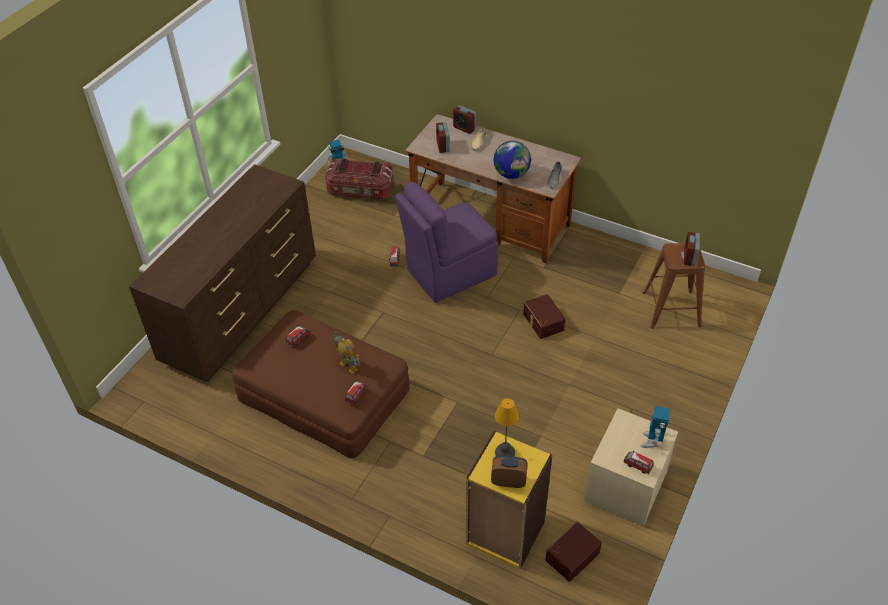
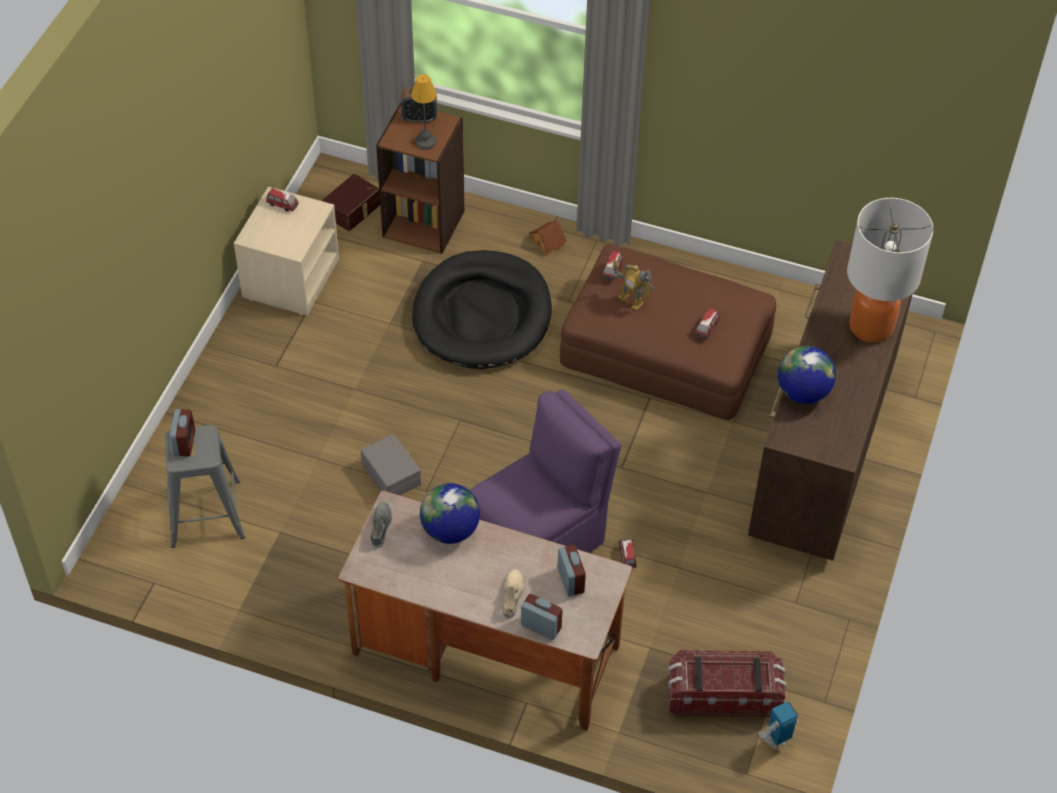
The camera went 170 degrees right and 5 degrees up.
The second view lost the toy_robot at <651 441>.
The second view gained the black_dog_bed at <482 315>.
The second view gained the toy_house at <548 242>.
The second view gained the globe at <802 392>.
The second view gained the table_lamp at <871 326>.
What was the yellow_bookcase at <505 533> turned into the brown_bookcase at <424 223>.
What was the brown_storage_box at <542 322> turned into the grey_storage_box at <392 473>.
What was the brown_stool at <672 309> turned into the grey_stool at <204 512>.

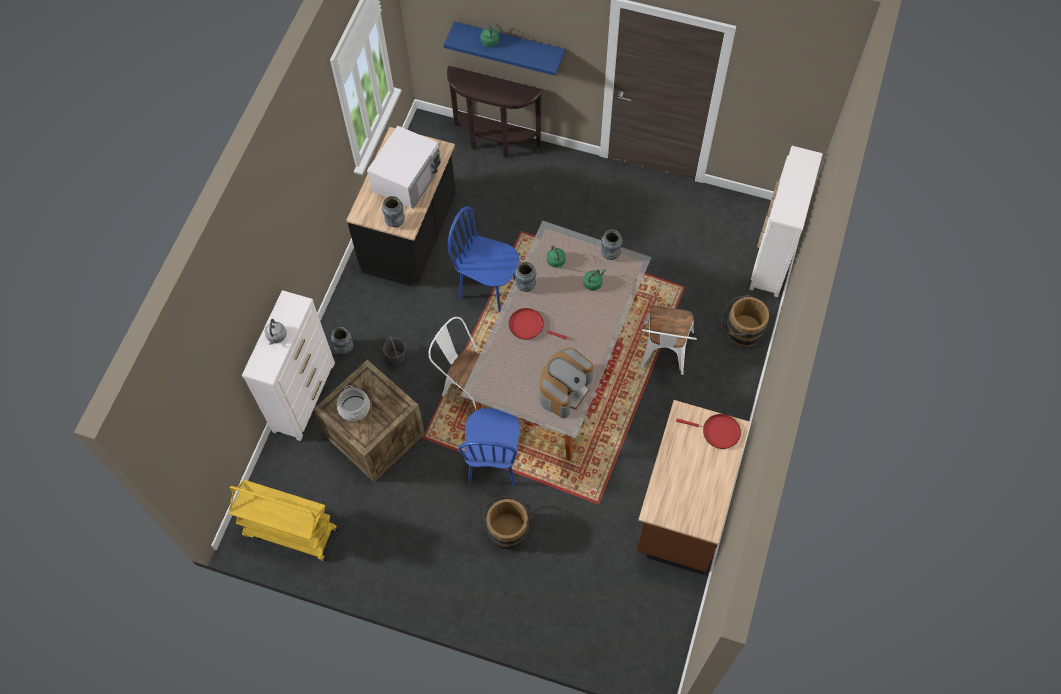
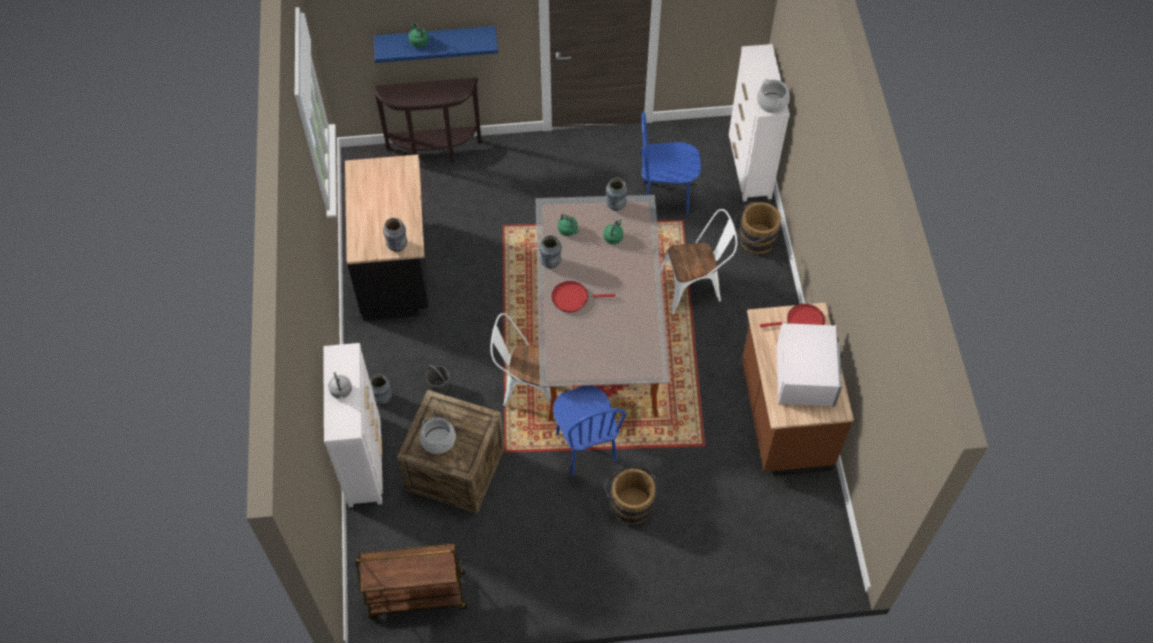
The camera went 25 degrees left and 5 degrees down.
The second view lost the coffee_machine at <564 389>.
The second view gained the cooking_pot at <772 103>.
The white_microwave ended up elsewhere, having gone from <407 176> to <805 374>.
The blue_chair ended up elsewhere, having gone from <488 288> to <665 197>.
What was the yellow_cart at <290 532> turned into the brown_cart at <416 596>.
The white_chair at <664 354> ended up facing another way, 90 degrees counterclockwise from before.

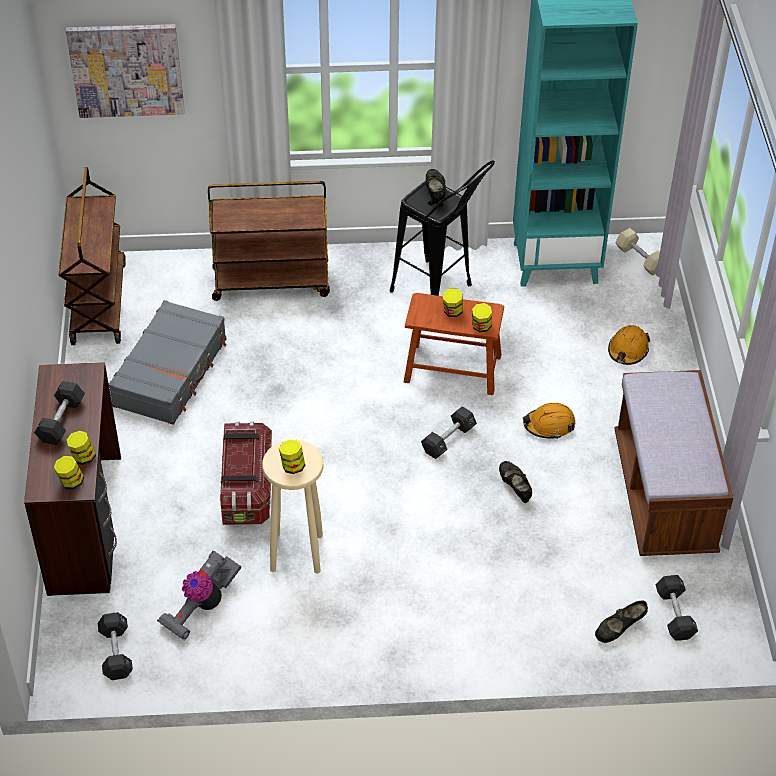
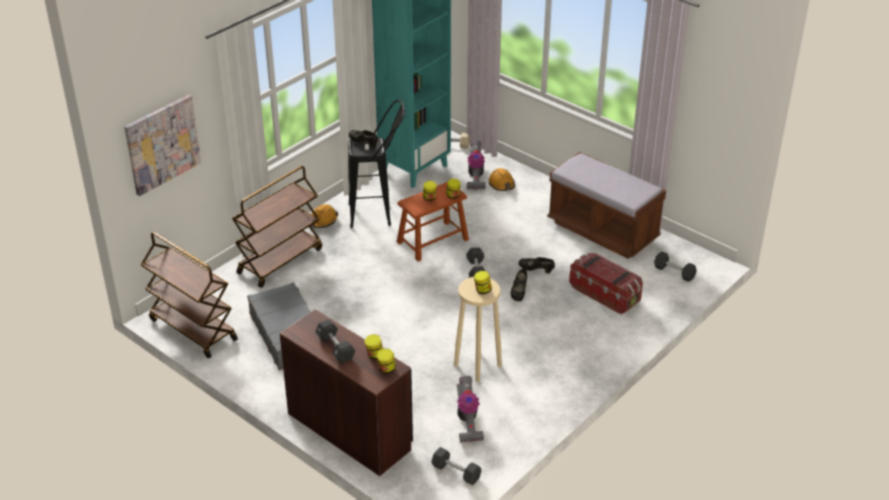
The camera went 45 degrees left and 10 degrees down.
The second view gained the vacuum_cleaner at <475 177>.
The storage_box ended up elsewhere, having gone from <247 488> to <605 294>.
The orange_hard_hat ended up elsewhere, having gone from <549 425> to <322 221>.
The black_shoe ended up elsewhere, having gone from <619 629> to <519 293>.

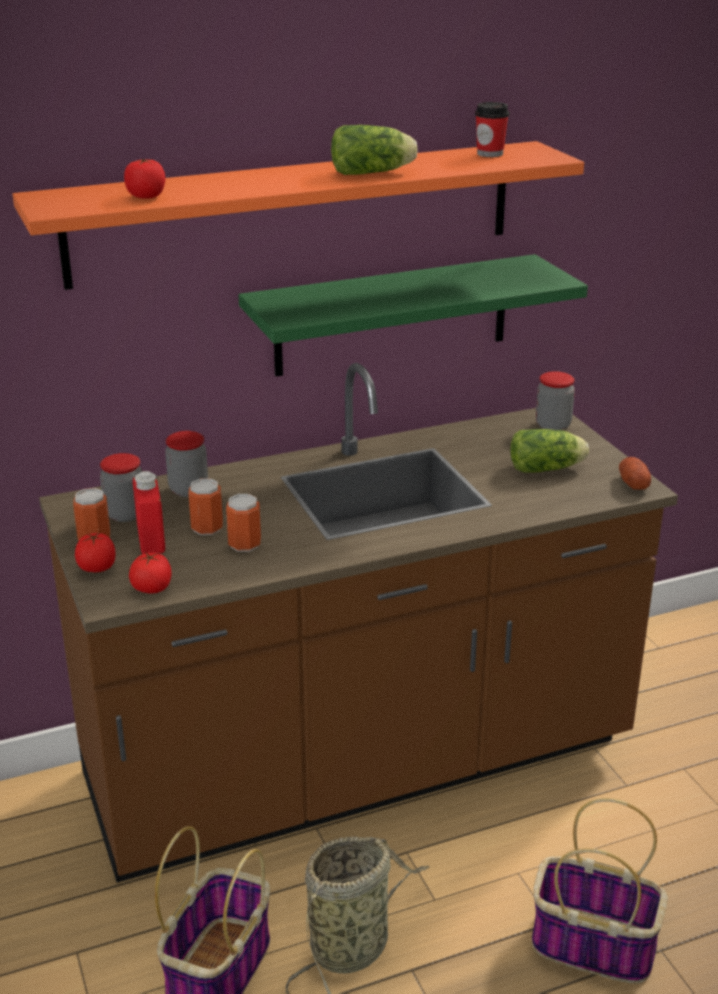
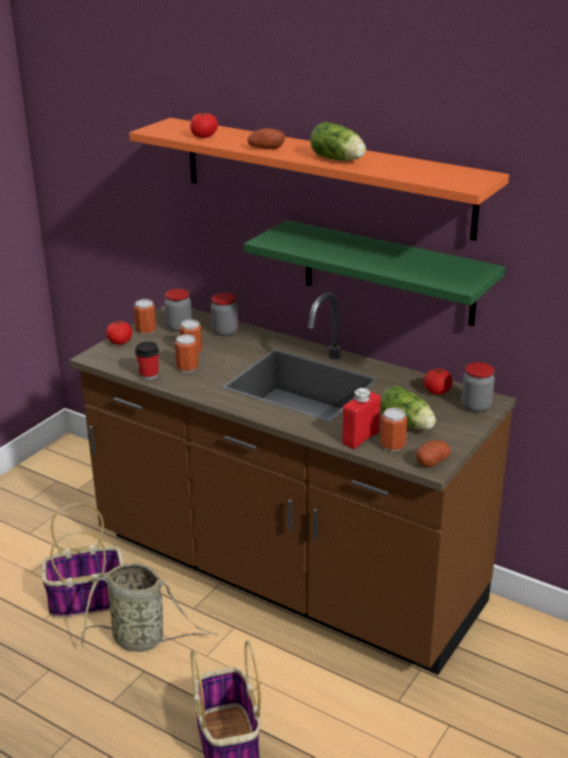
The camera went 55 degrees right and 0 degrees up.
The second view gained the potato at <266 148>.
The second view gained the can at <392 445>.
The tomato ended up elsewhere, having gone from <152 588> to <437 391>.
The red_bottle ended up elsewhere, having gone from <151 540> to <360 438>.
The cup ended up elsewhere, having gone from <490 153> to <149 375>.

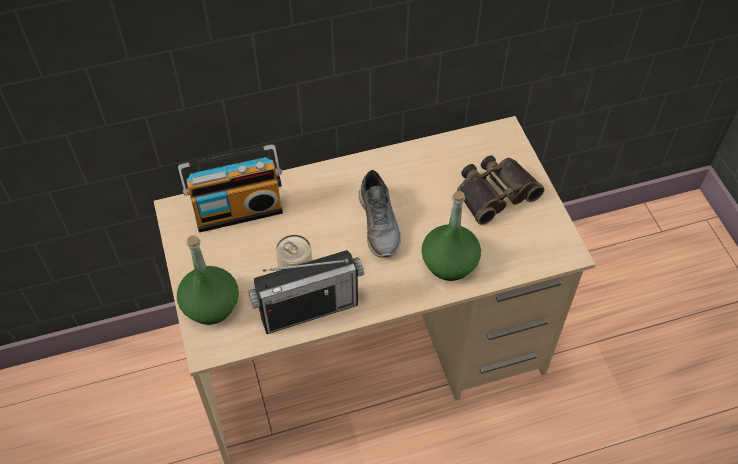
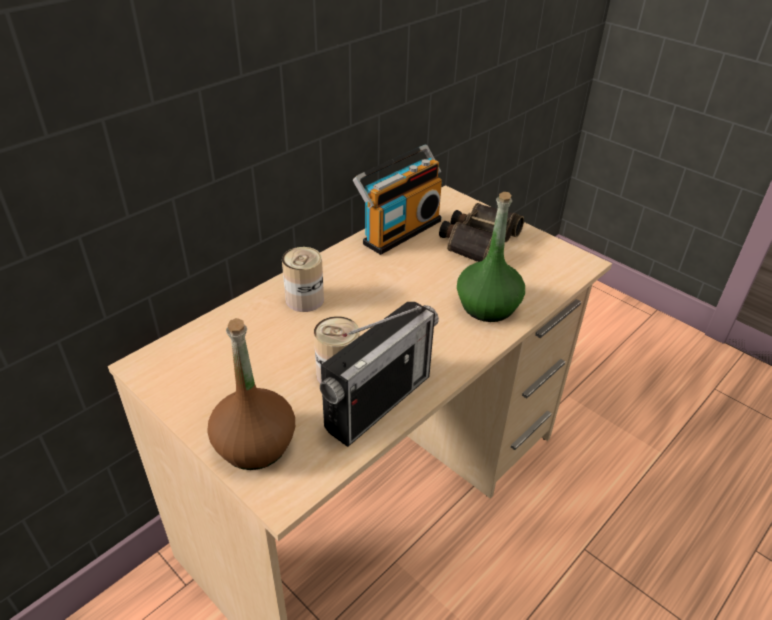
The camera went 30 degrees left and 15 degrees down.
The second view lost the grey_shoe at <380 223>.
The second view gained the can at <304 299>.
The radio ended up elsewhere, having gone from <238 210> to <399 230>.
What was the green_bottle at <211 305> turned into the brown_bottle at <255 445>.

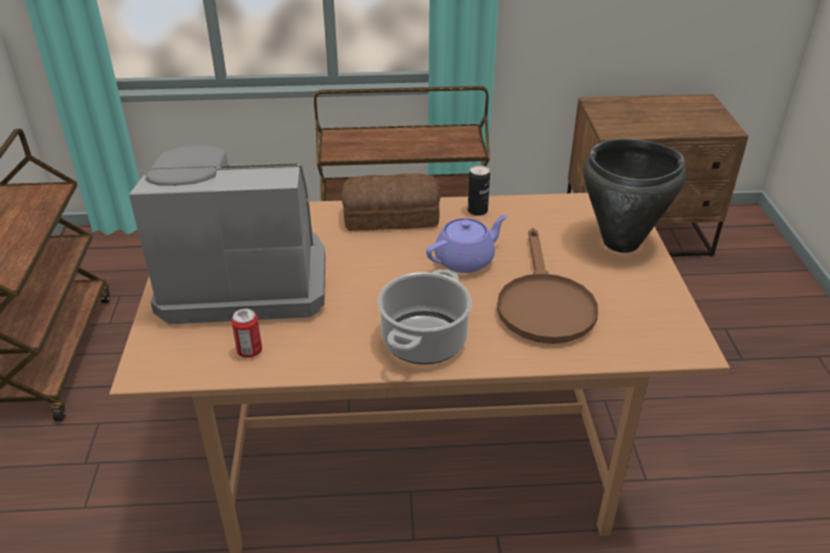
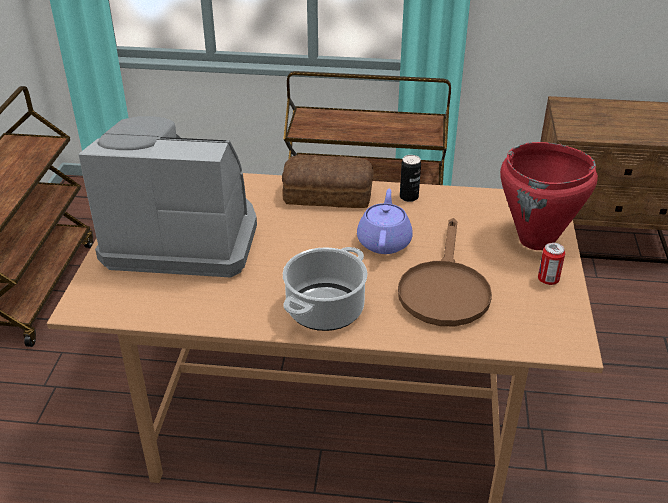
The camera went 10 degrees right and 0 degrees up.
The can ended up elsewhere, having gone from <249 351> to <548 280>.
What was the black_cooking_pot at <621 243> turned into the red_cooking_pot at <536 240>.
The purple_teapot at <465 260> ended up facing another way, 60 degrees counterclockwise from before.

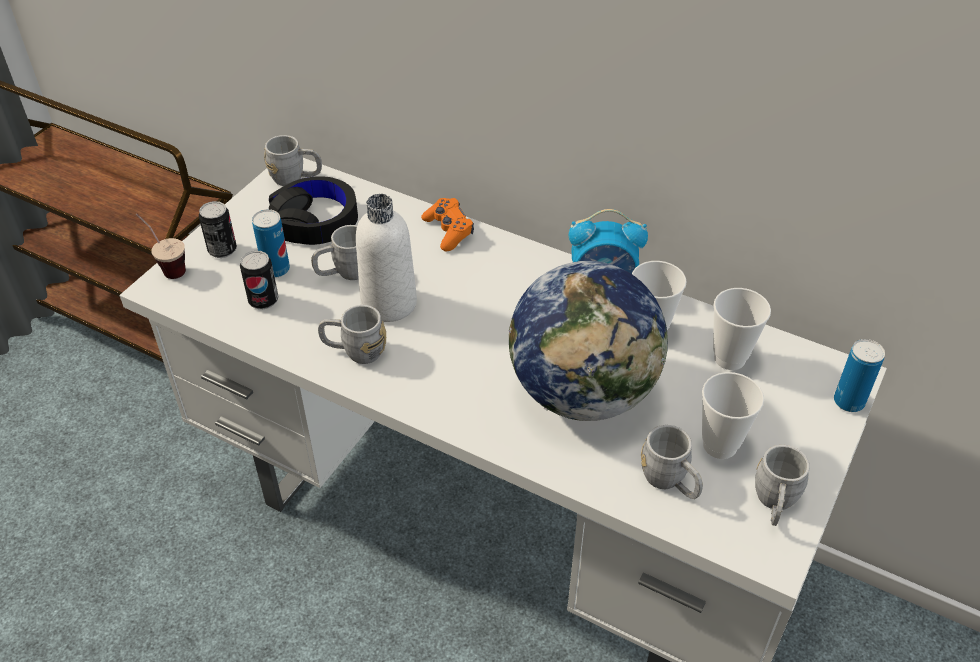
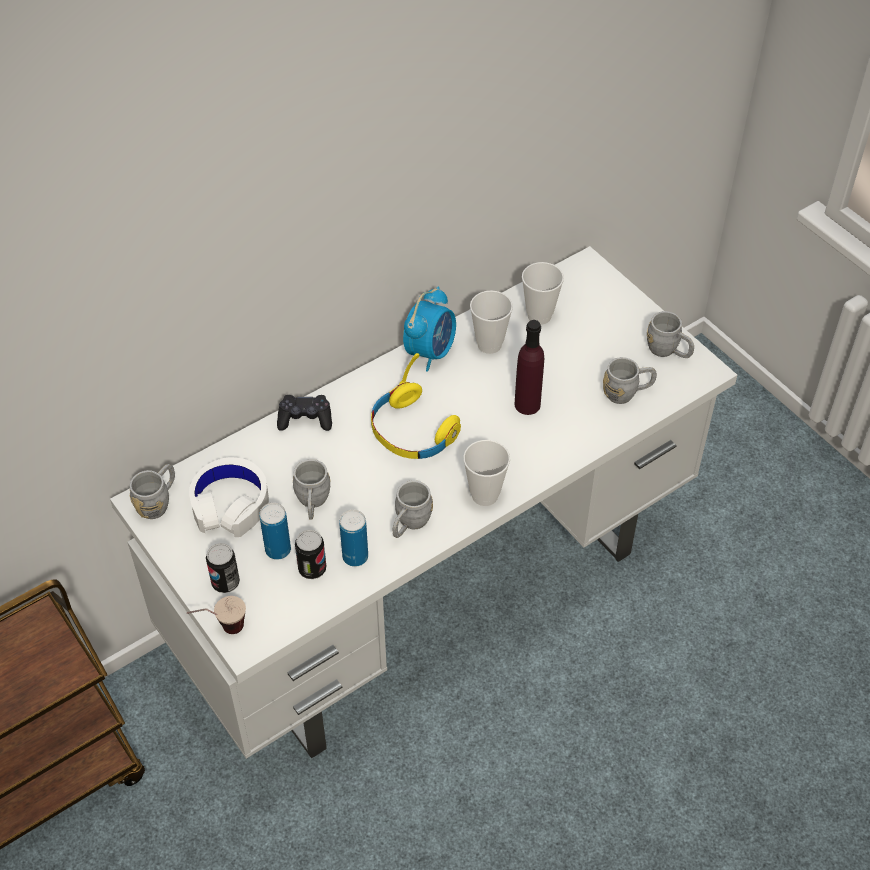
The camera went 65 degrees left and 5 degrees up.
The second view lost the white_bottle at <389 303>.
The second view gained the yellow_headphones at <412 431>.
The cup ended up elsewhere, having gone from <720 445> to <485 495>.
The can ended up elsewhere, having gone from <849 402> to <355 557>.
Where the globe stood at <583 392>, the purple_bottle came to stand at <527 404>.
What was the black_headphones at <315 221> turned into the white_headphones at <230 504>.
What was the orange_game_controller at <448 231> turned into the black_game_controller at <305 419>.

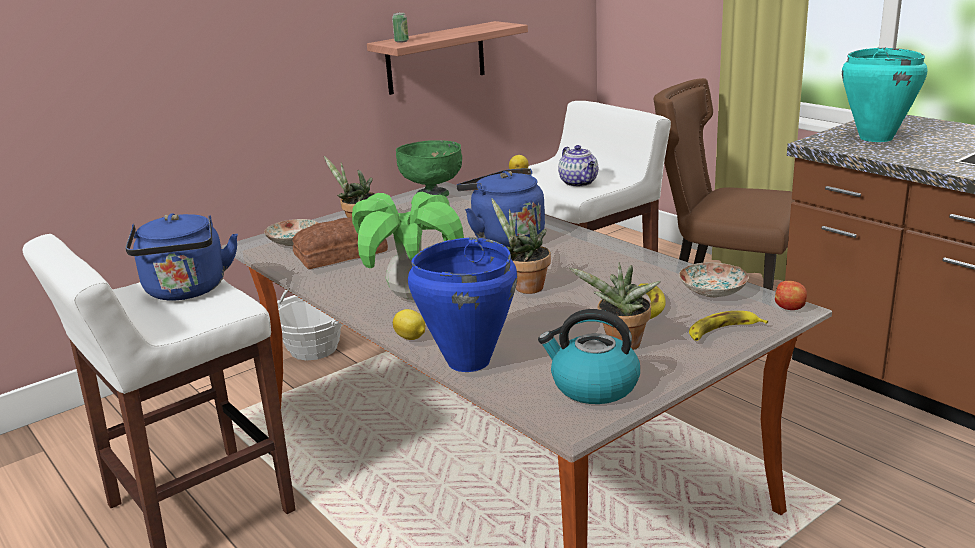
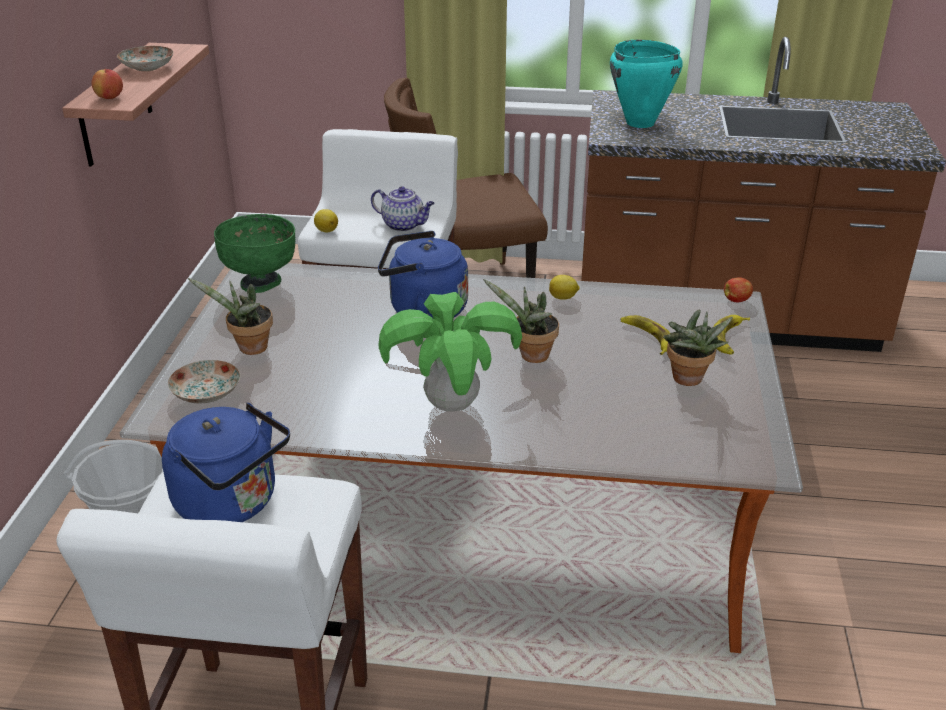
The camera went 45 degrees left and 10 degrees up.
The second view lost the bread at <342 254>.
The second view lost the blue_cooking_pot at <467 362>.
The second view lost the kettle at <593 386>.
The lemon ended up elsewhere, having gone from <411 338> to <563 298>.
The plate ended up elsewhere, having gone from <713 291> to <148 67>.
Where the can stood at <401 41>, the apple came to stand at <110 97>.

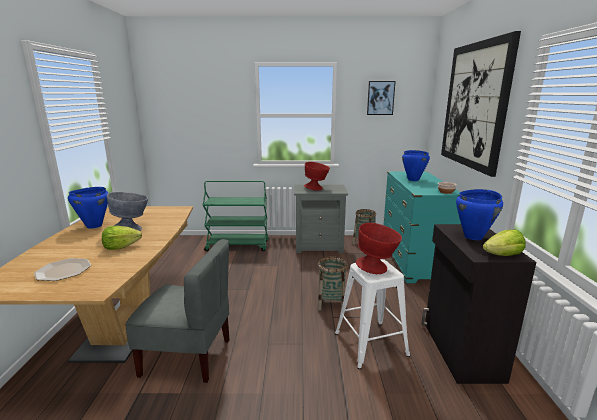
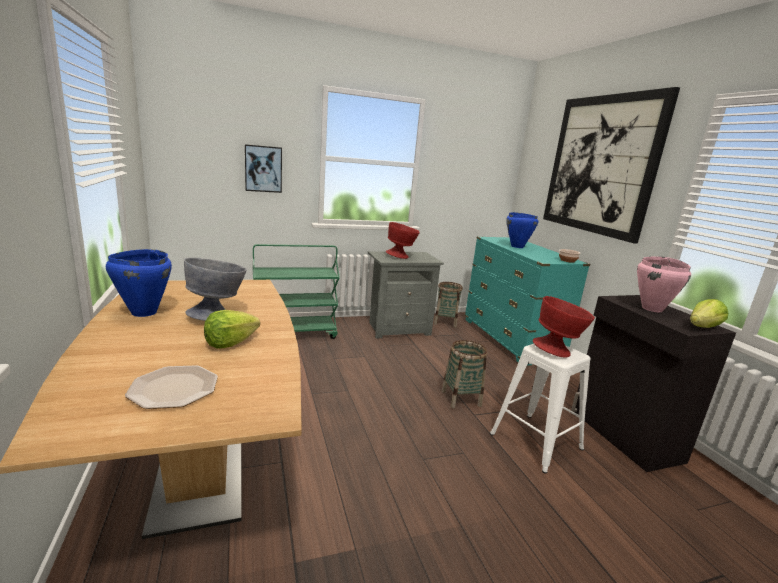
The camera went 20 degrees left and 0 degrees up.
The second view lost the grey_chair at <188 356>.
The picture ended up elsewhere, having gone from <380 98> to <263 169>.
What was the blue_cooking_pot at <473 237> turned into the pink_cooking_pot at <652 309>.

